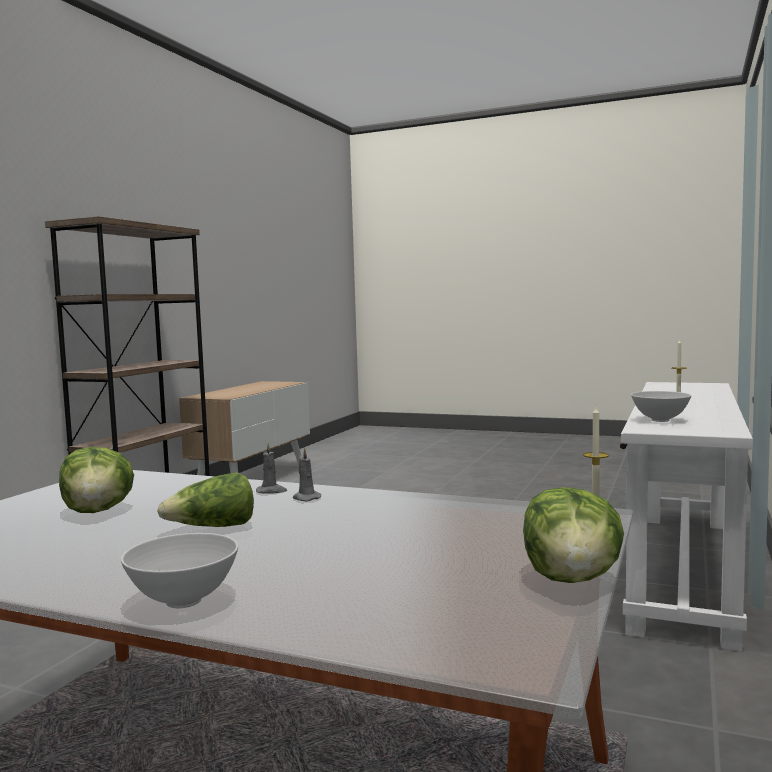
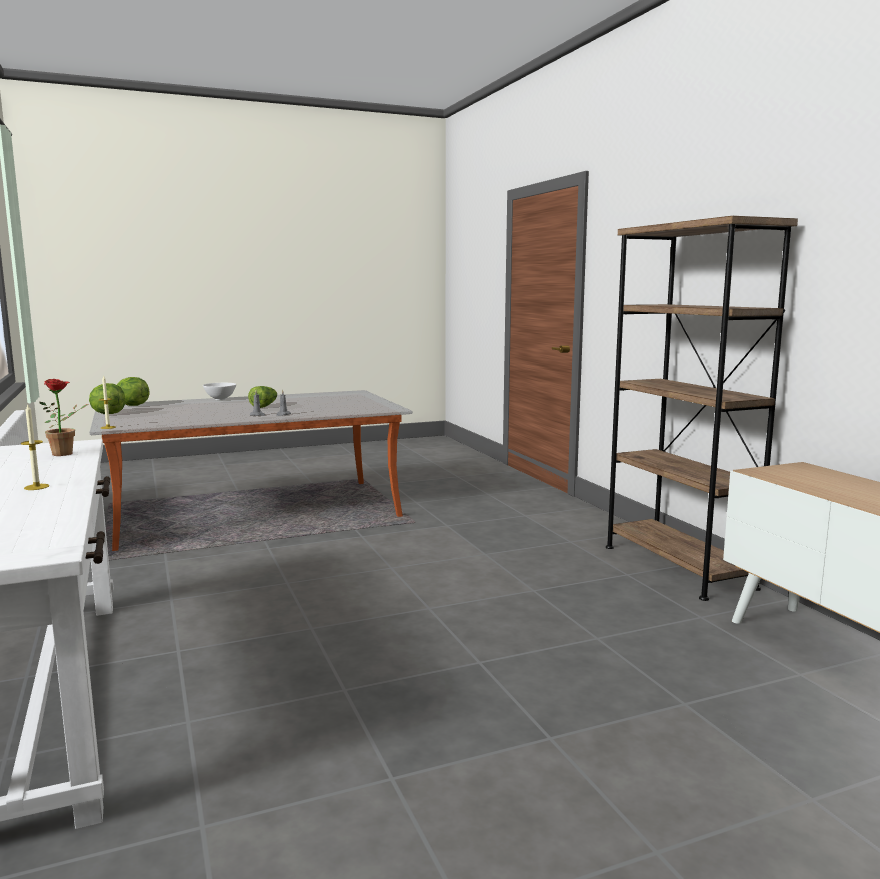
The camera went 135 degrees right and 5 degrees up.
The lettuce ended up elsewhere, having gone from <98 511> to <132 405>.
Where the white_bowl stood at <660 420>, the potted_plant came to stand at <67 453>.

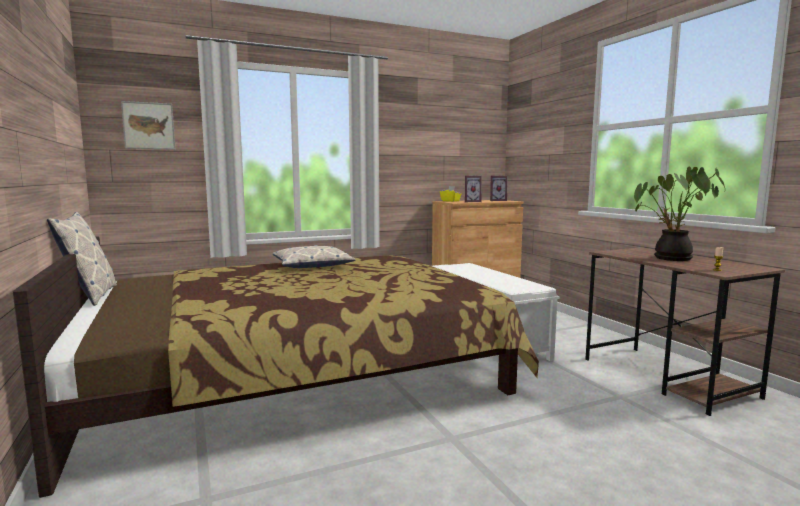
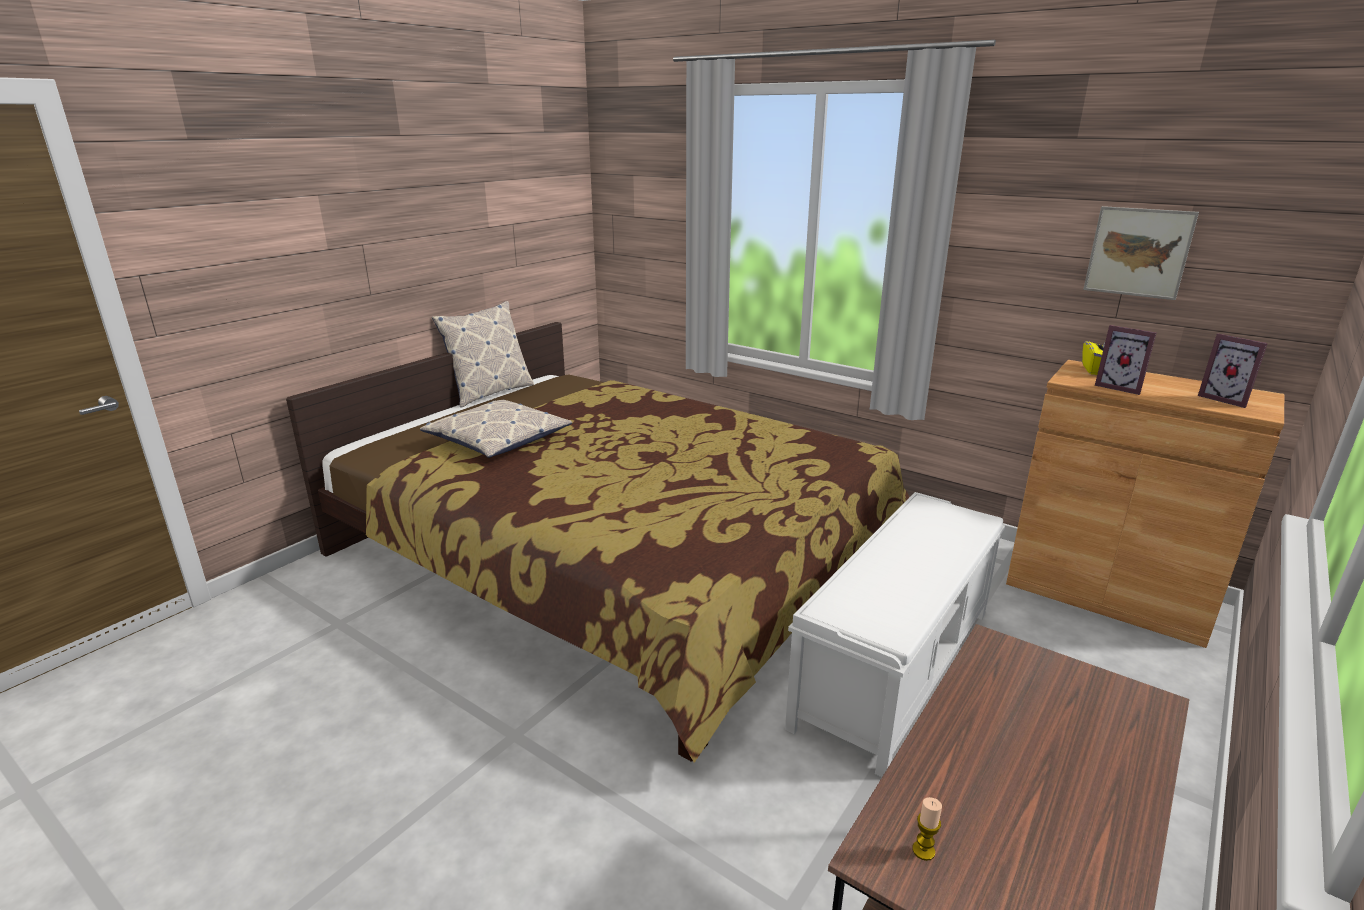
The camera went 60 degrees right and 15 degrees up.
The second view lost the potted_plant at <670 259>.
The picture ended up elsewhere, having gone from <149 126> to <1138 252>.
The pillow ended up elsewhere, having gone from <312 265> to <498 439>.

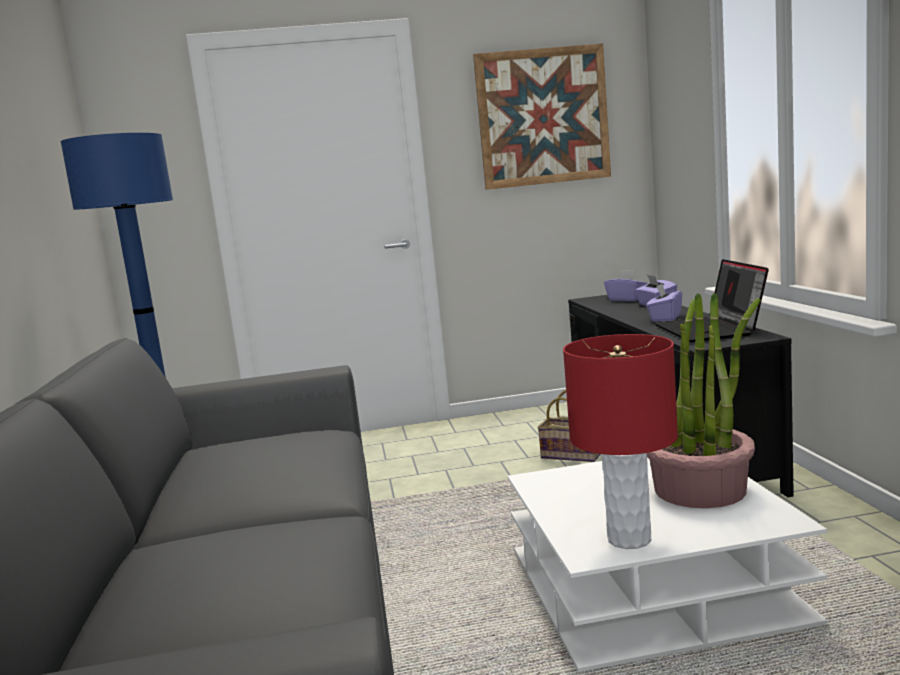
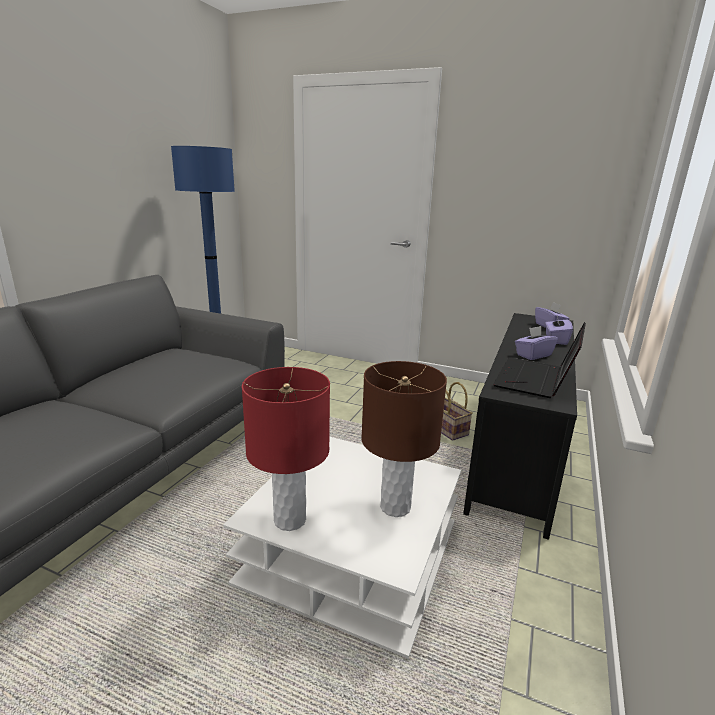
The camera went 30 degrees right and 10 degrees up.
The second view lost the picture at <543 117>.
Where the potted_plant stood at <700 489>, the brown_table_lamp came to stand at <395 506>.

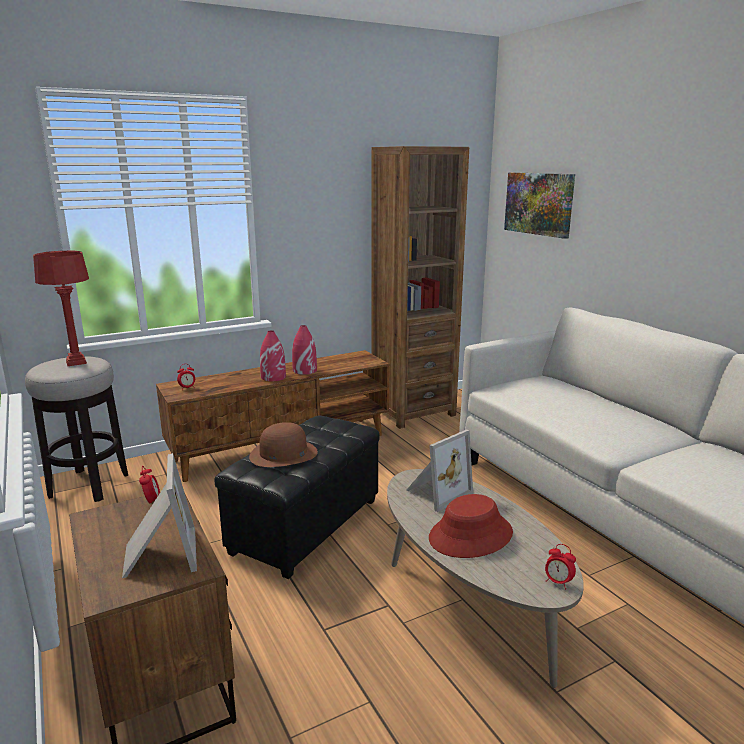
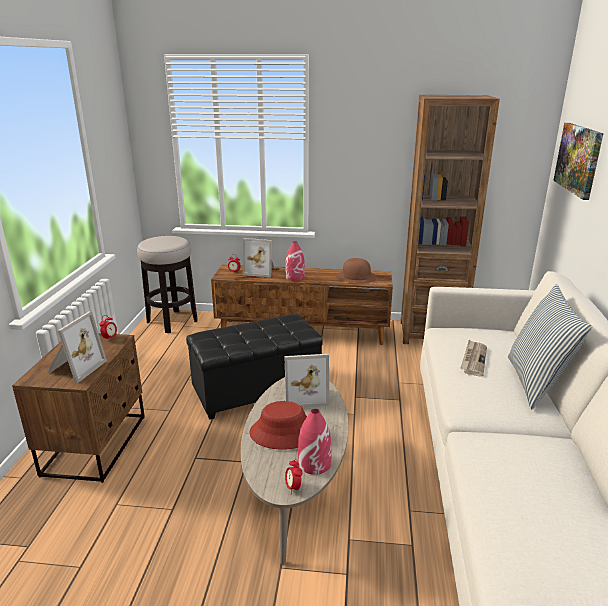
The camera went 35 degrees right and 5 degrees up.
The second view lost the red_table_lamp at <76 362>.
The second view gained the picture_frame at <261 271>.
The second view gained the newspaper at <473 359>.
The second view gained the pillow at <536 382>.
The brown_hat ended up elsewhere, having gone from <283 454> to <356 277>.
The red_vase ended up elsewhere, having gone from <304 370> to <314 463>.

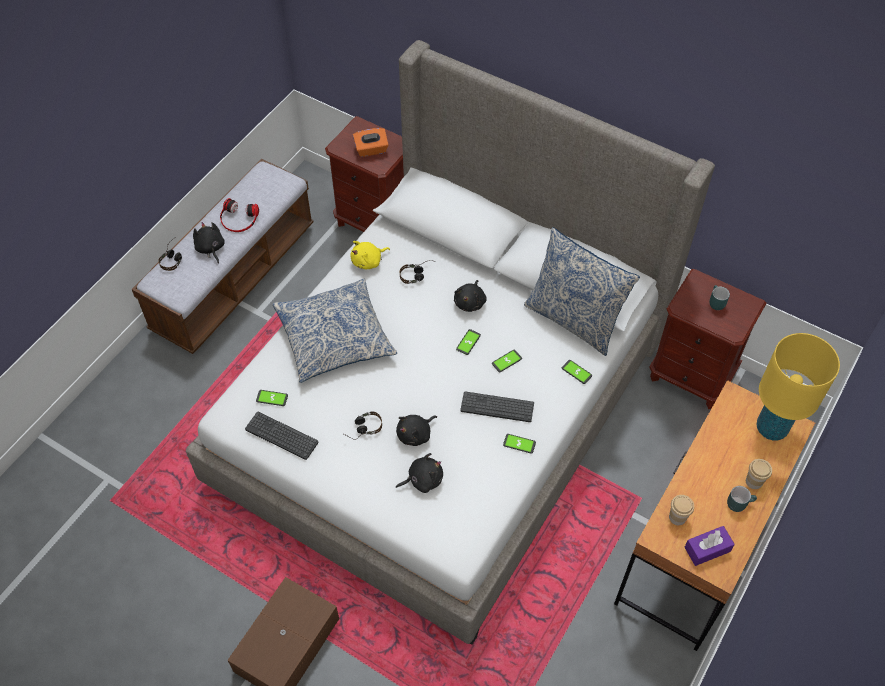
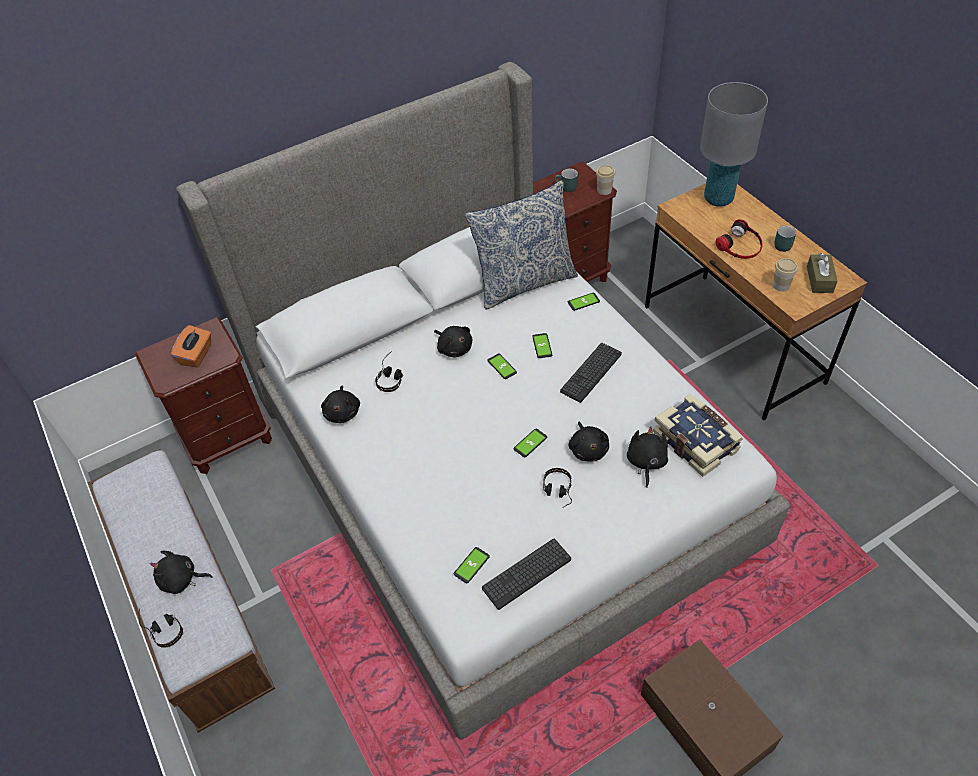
The camera went 60 degrees left and 5 degrees down.
The second view lost the pillow at <334 337>.
The second view gained the book at <696 441>.
The headphones ended up elsewhere, having gone from <239 219> to <740 245>.
The phone ended up elsewhere, having gone from <519 444> to <530 443>.
The cup ended up elsewhere, having gone from <754 481> to <604 190>.
What was the yellow_plush_toy at <368 261> turned into the black_plush_toy at <343 412>.
What was the purple_tissue_box at <707 549> turned into the brown_tissue_box at <819 279>.
What was the yellow_table_lamp at <772 428> turned into the grey_table_lamp at <718 198>.

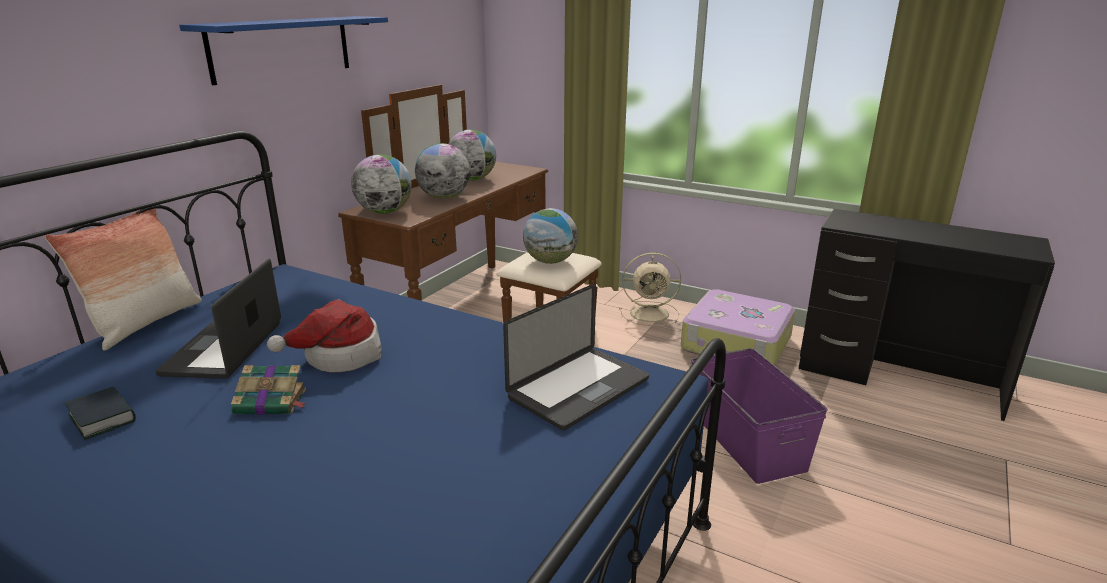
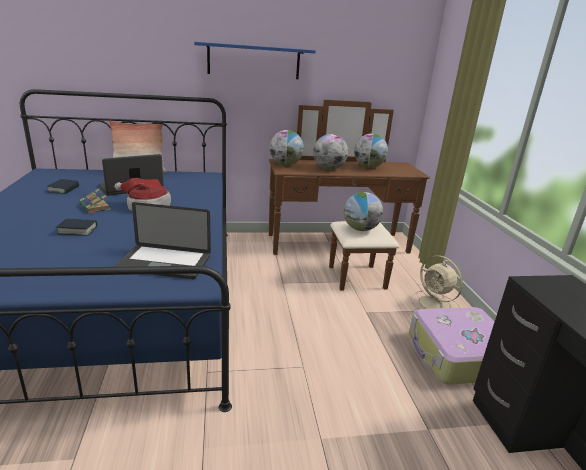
The camera went 50 degrees right and 0 degrees up.
The second view lost the purple_storage_box at <746 441>.
The second view gained the book at <77 230>.

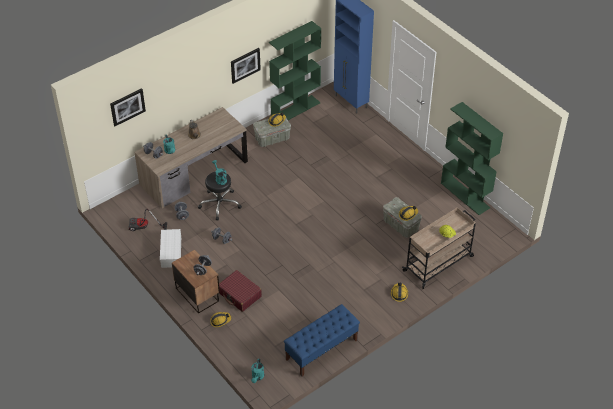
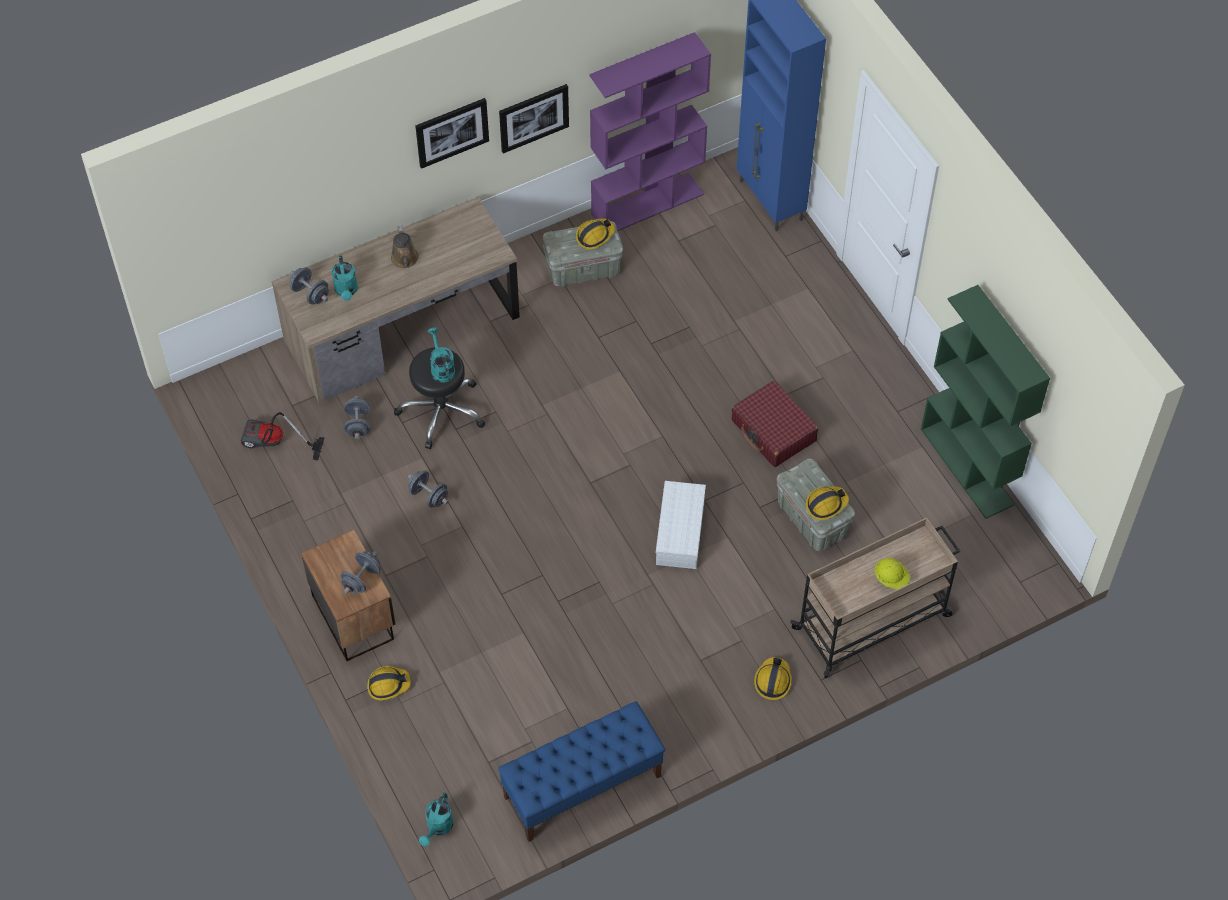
The camera went 10 degrees right and 10 degrees up.
The picture ended up elsewhere, having gone from <127 107> to <451 132>.
The white_storage_box ended up elsewhere, having gone from <171 253> to <681 533>.
The red_suitcase ended up elsewhere, having gone from <239 295> to <773 431>.
What was the green_bookcase at <295 109> turned into the purple_bookcase at <647 203>.

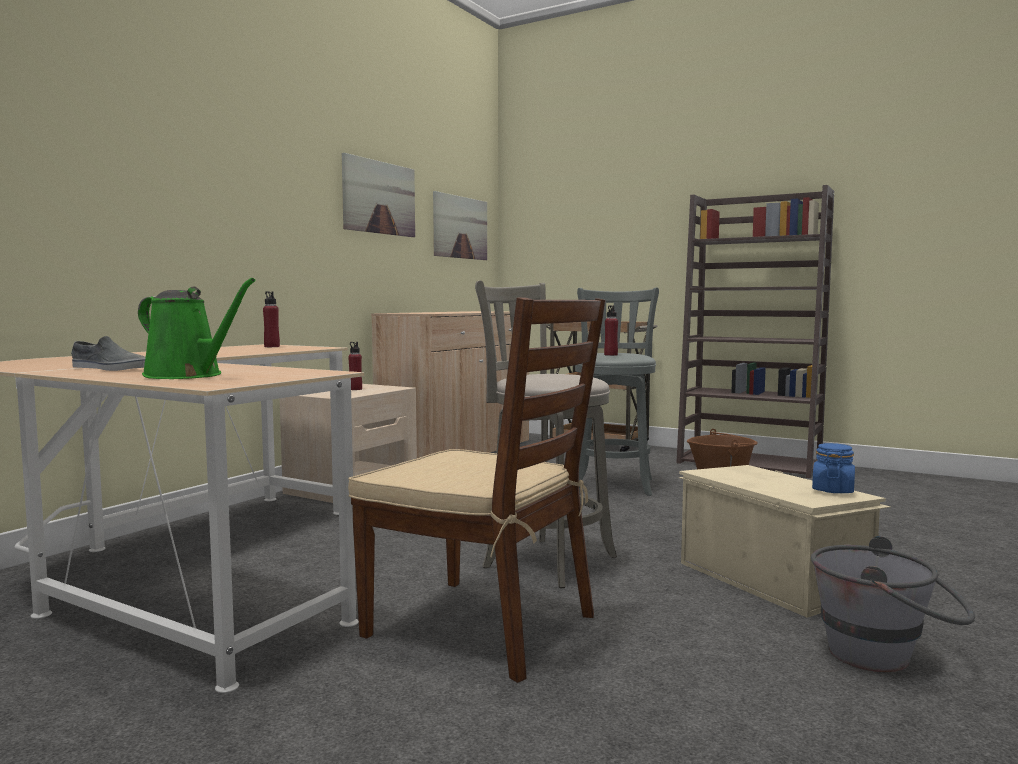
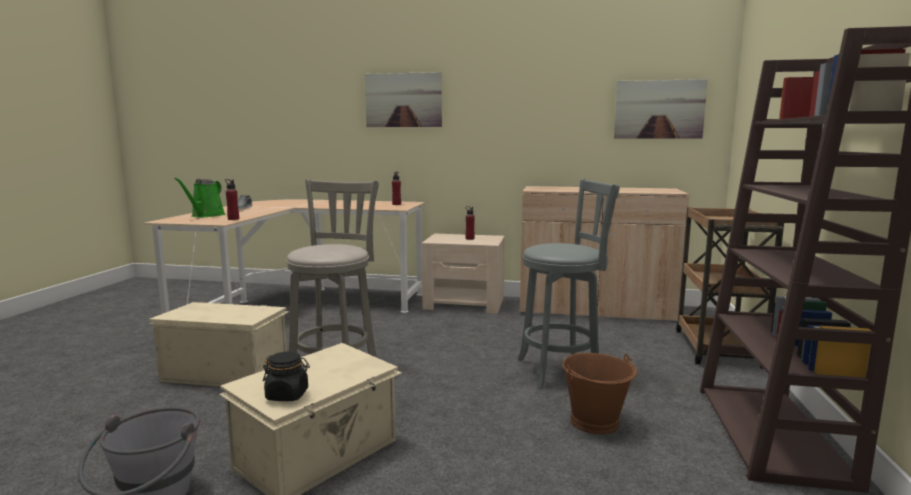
The camera went 70 degrees right and 5 degrees up.
The picture ended up elsewhere, having gone from <379 197> to <403 100>.
The red_bottle ended up elsewhere, having gone from <610 355> to <233 219>.
Where the brown_chair stood at <483 625>, the beige_storage_box came to stand at <225 371>.
What was the blue_jar at <832 490> turned into the black_jar at <287 395>.

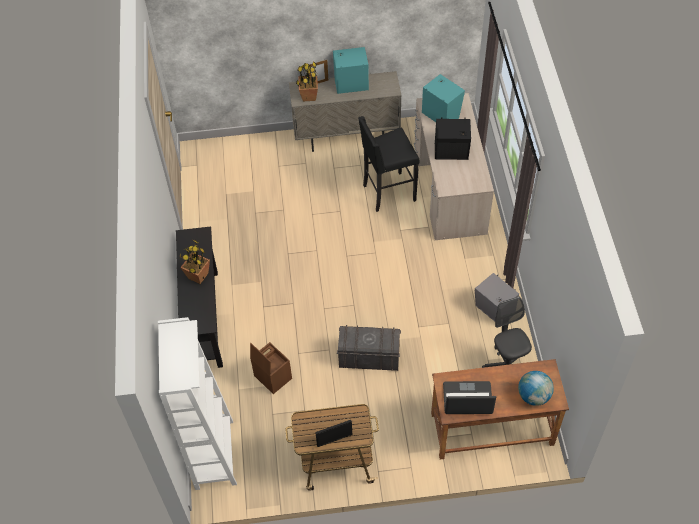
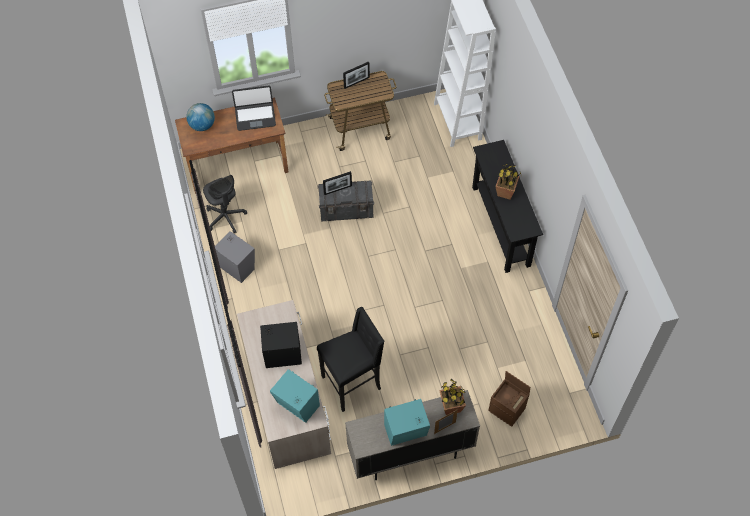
The camera went 170 degrees right and 5 degrees up.
The second view gained the picture_frame at <338 190>.
The brown_storage_box ended up elsewhere, having gone from <272 377> to <507 409>.

